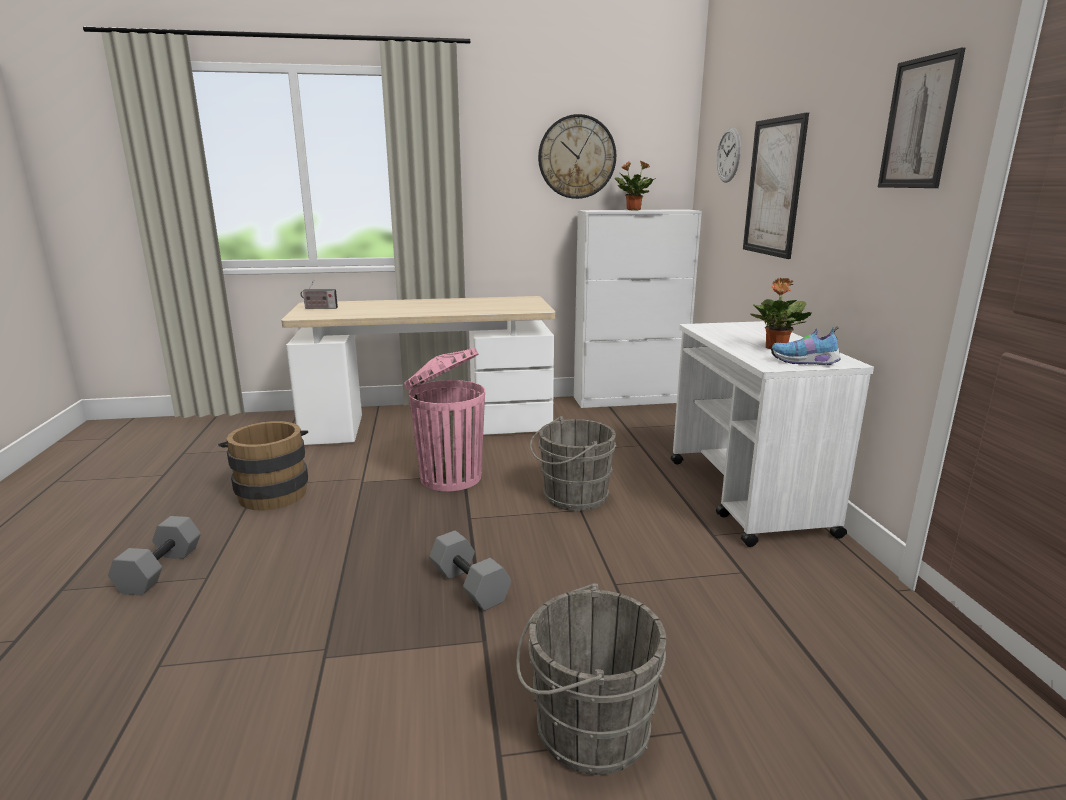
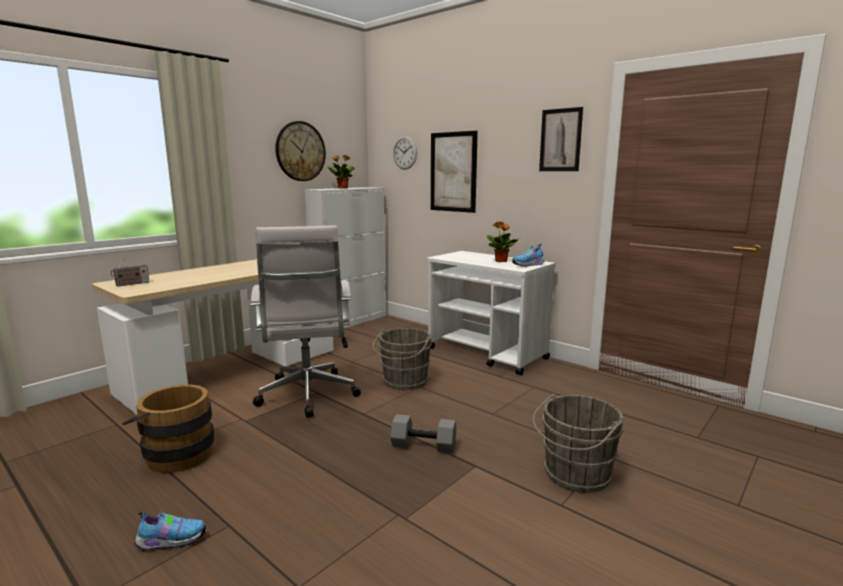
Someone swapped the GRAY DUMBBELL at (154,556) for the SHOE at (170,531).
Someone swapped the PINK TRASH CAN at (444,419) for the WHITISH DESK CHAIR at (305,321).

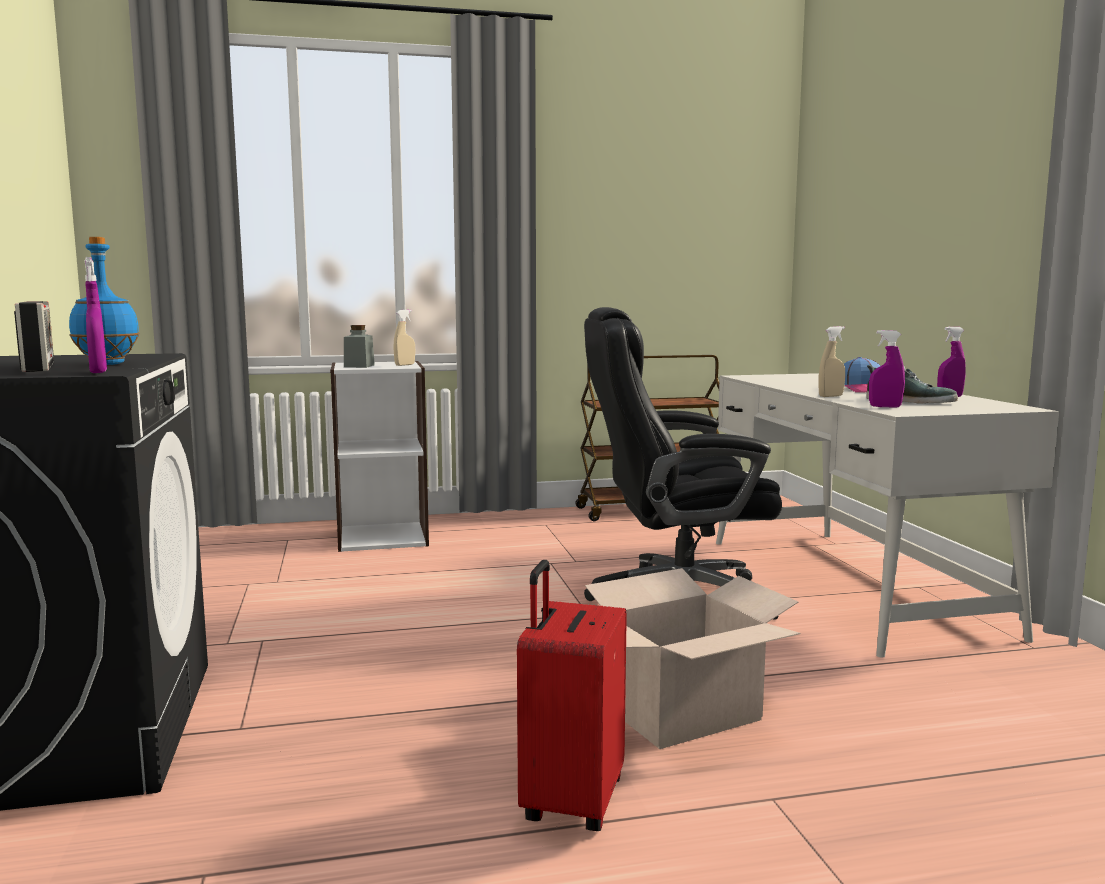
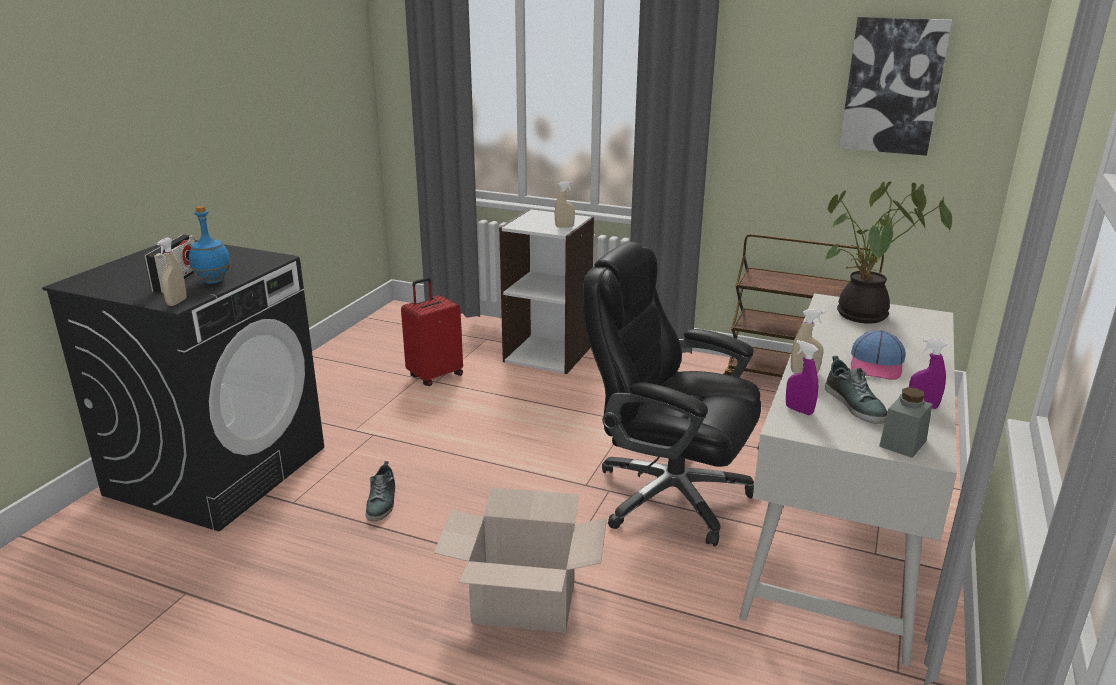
Someone repainted the PURPLE-COLOURED SPRAY BOTTLE at (95,315), which became the BEIGE SPRAY BOTTLE at (172,272).
Someone put down the SHOE at (380,491).
Someone carried the REDDISH SUITCASE from (572,695) to (432,332).
Someone put down the PLANT IN A POT at (888,253).
Someone put up the WALL ART at (895,86).
Someone carried the GRAY PRESERVE JAR from (359,346) to (906,422).

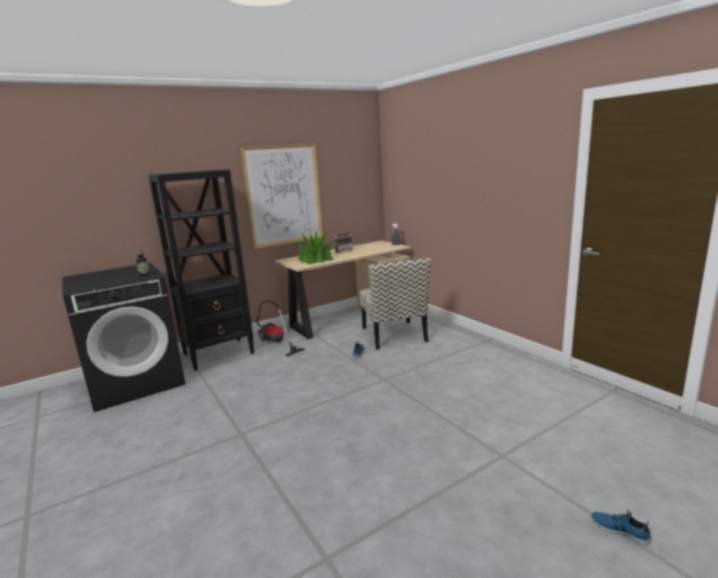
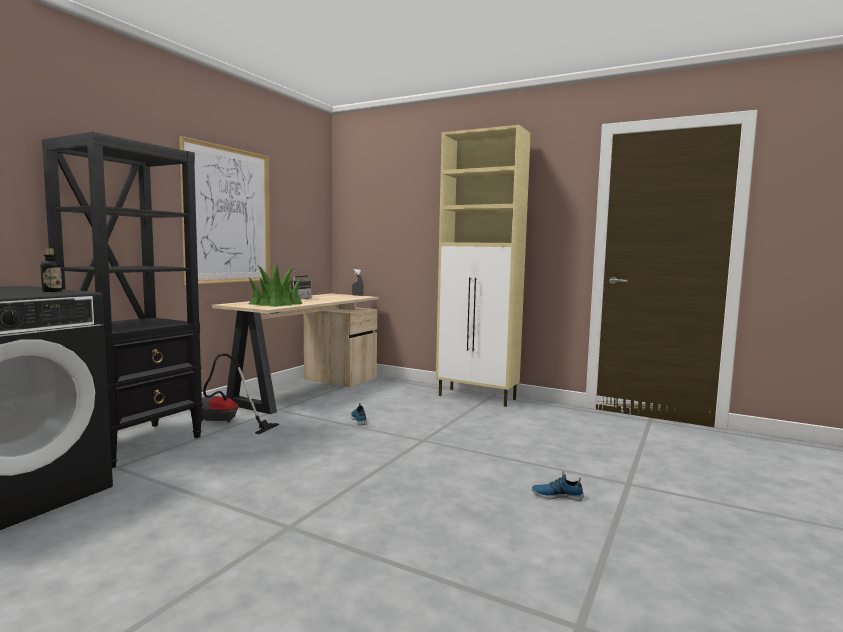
Someone put down the BEIGE STORAGE CABINET at (483,266).
Someone carried the SHOE from (621,527) to (558,486).
Someone took away the PLAIN CHAIR at (395,304).

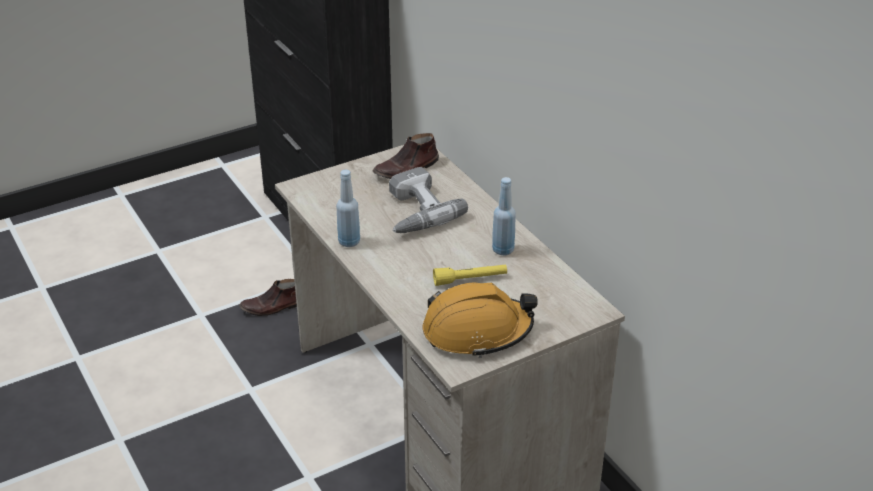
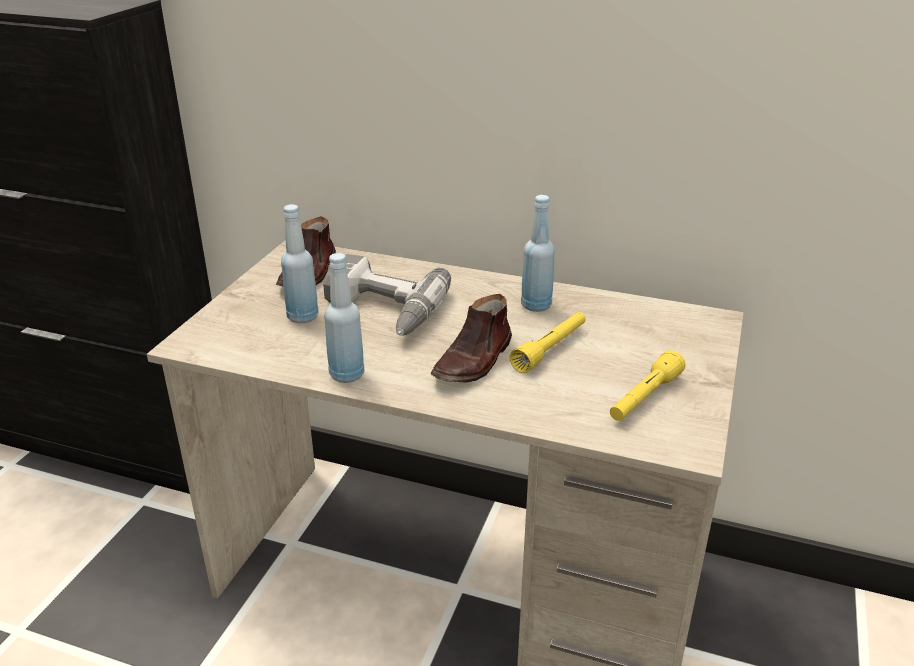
Someone put down the BLUE BEVERAGE BOTTLE at (300,263).
Someone carried the BROWNISH SHOE from (268,297) to (471,338).
Someone swapped the ORANGE-COLOURED SAFETY HELMET at (480,320) for the YELLOW-COLOURED FLASHLIGHT at (647,385).

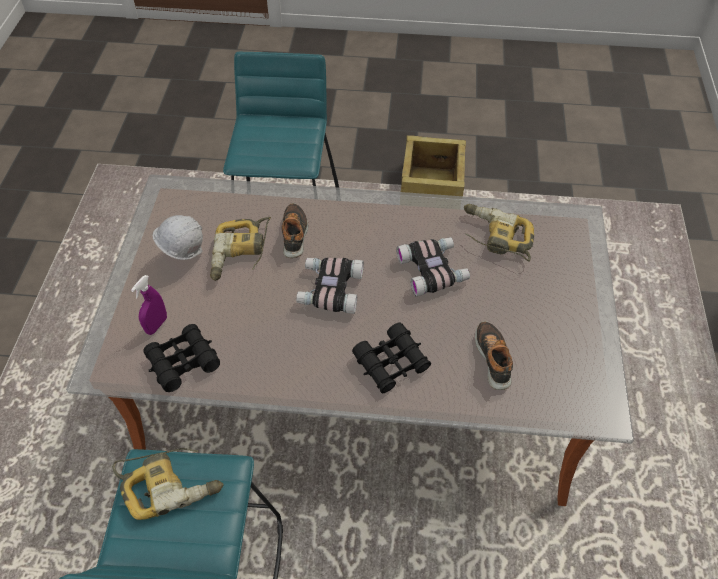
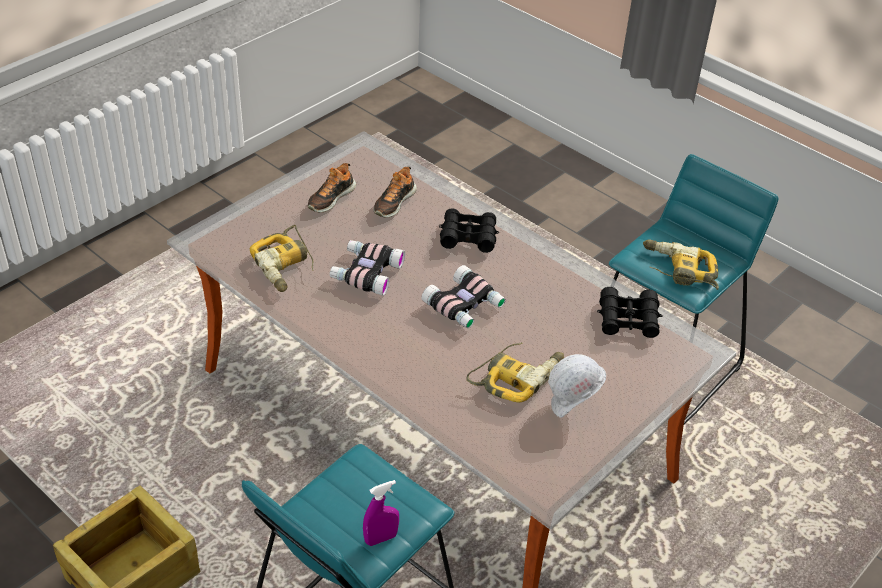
Someone carried the SHOE from (294,230) to (332,188).
Someone carried the PURPLE-COLOURED SPRAY BOTTLE from (149,305) to (381,513).

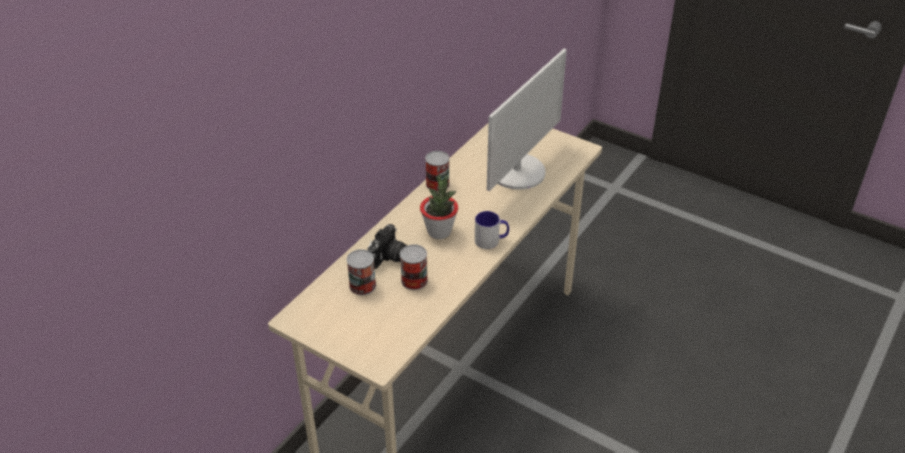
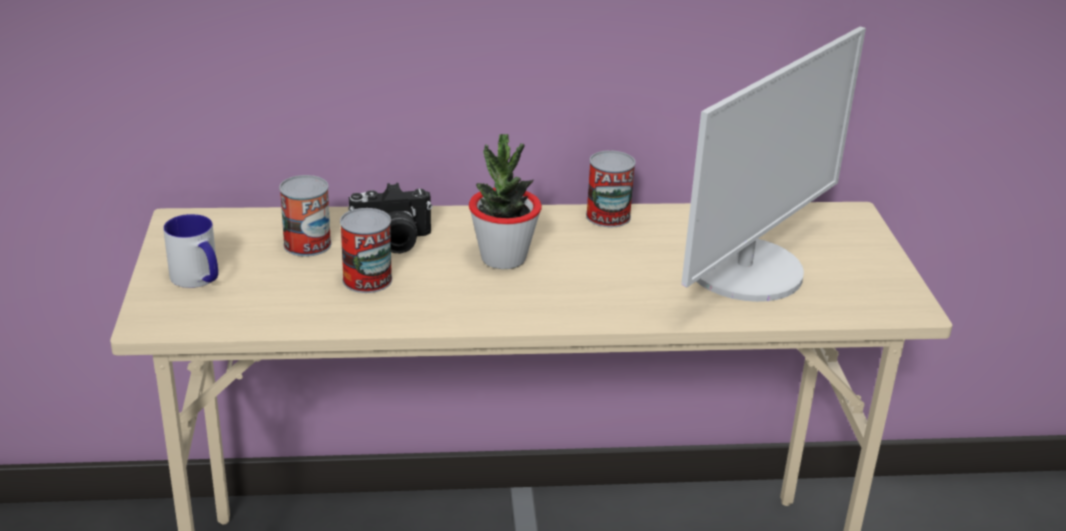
Someone carried the MUG from (492,230) to (190,251).
Someone rotated the COMPUTER DISPLAY at (527,120) by 45 degrees counterclockwise.

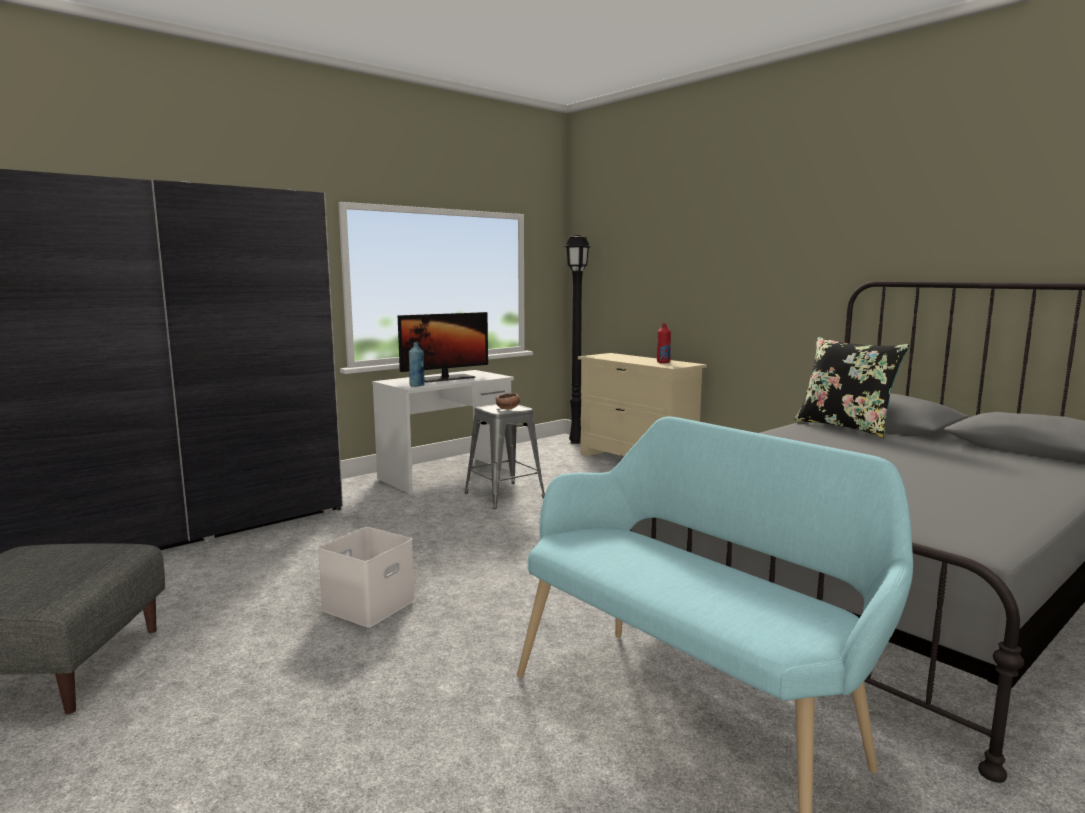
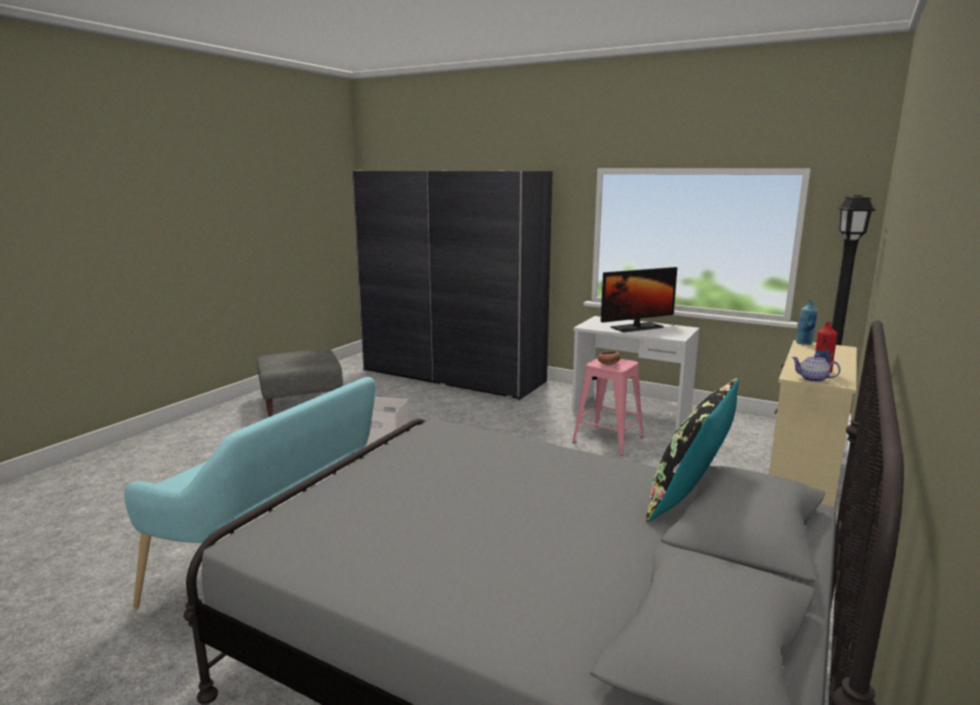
Someone repainted the GRAY STOOL at (505,456), which became the PINK STOOL at (608,407).
Someone rotated the COMPUTER DISPLAY at (443,347) by 60 degrees counterclockwise.
Someone put down the POT FOR TEA at (816,368).
Someone carried the BLUE BEVERAGE BOTTLE from (416,364) to (807,322).

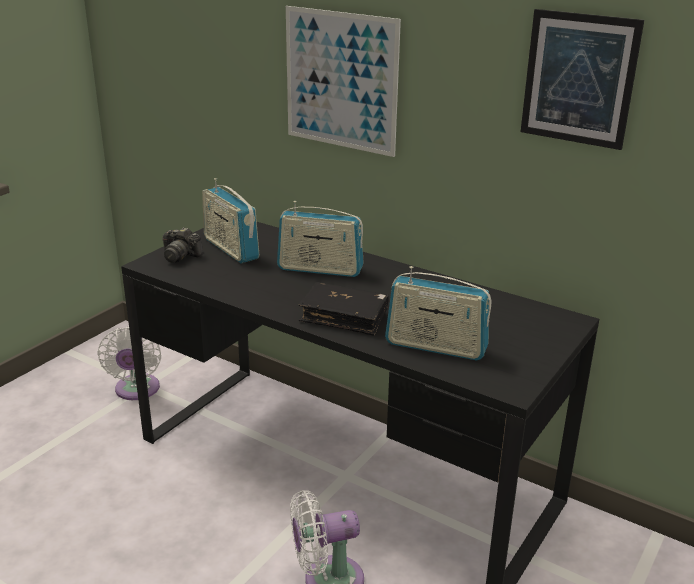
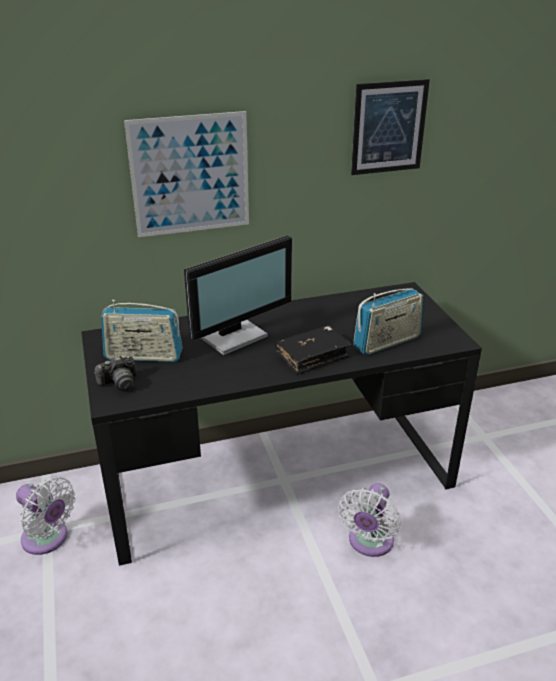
Someone swapped the RADIO RECEIVER at (320,239) for the COMPUTER DISPLAY at (238,295).

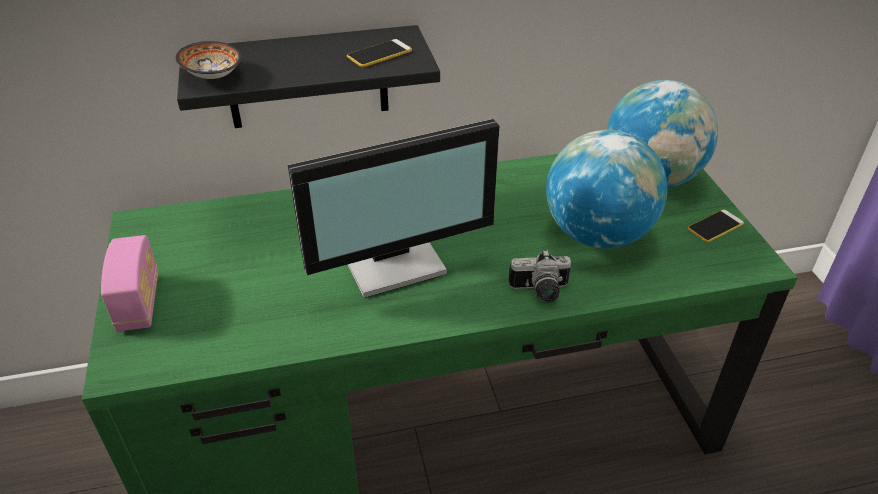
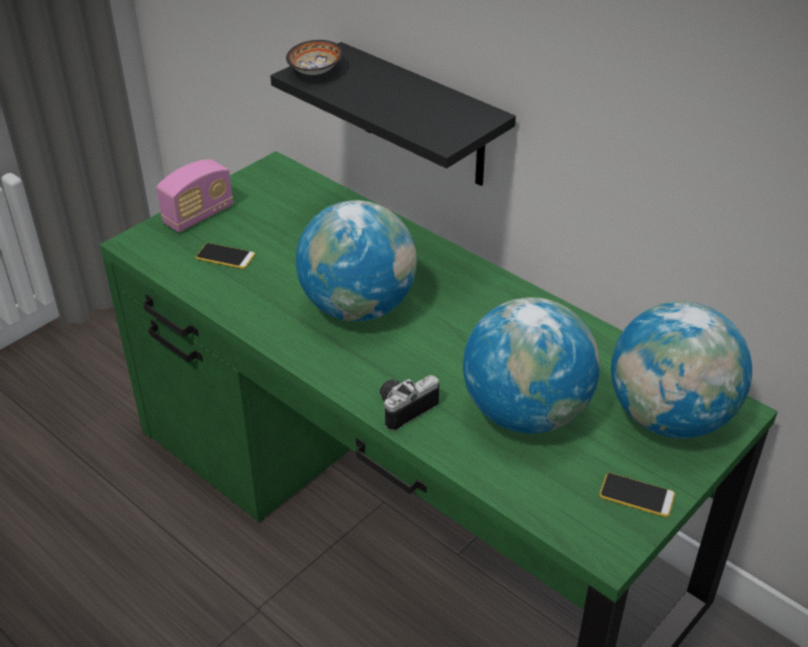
Someone carried the HANDSET from (379,53) to (225,256).
Someone swapped the COMPUTER DISPLAY at (393,208) for the DESK GLOBE at (356,260).
Someone rotated the STILL CAMERA at (540,276) by 90 degrees clockwise.

